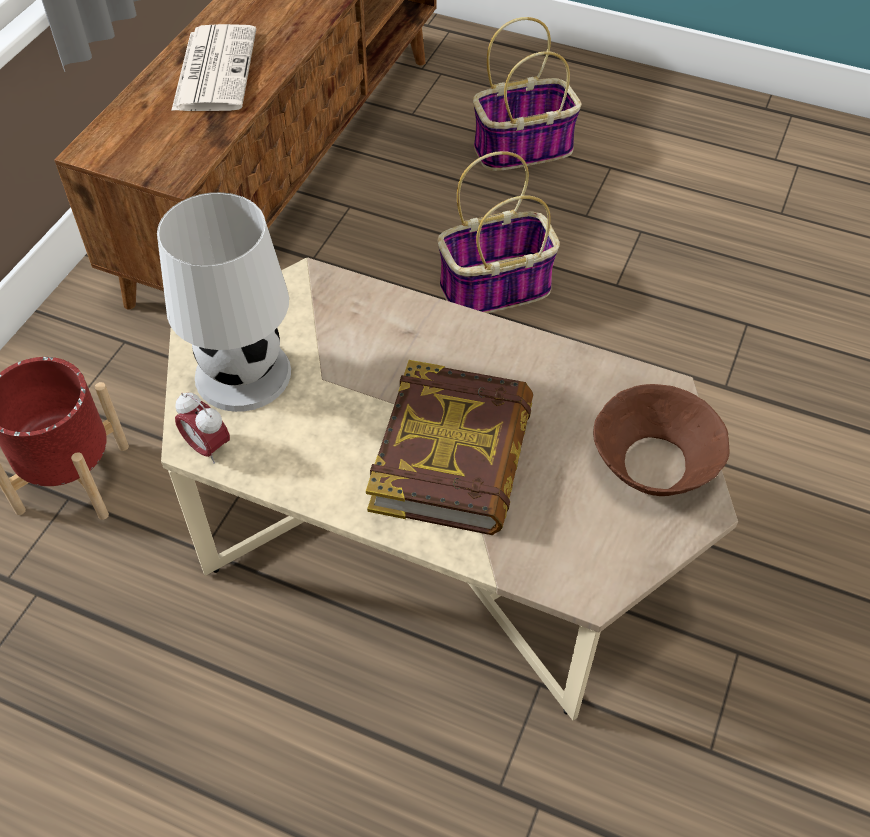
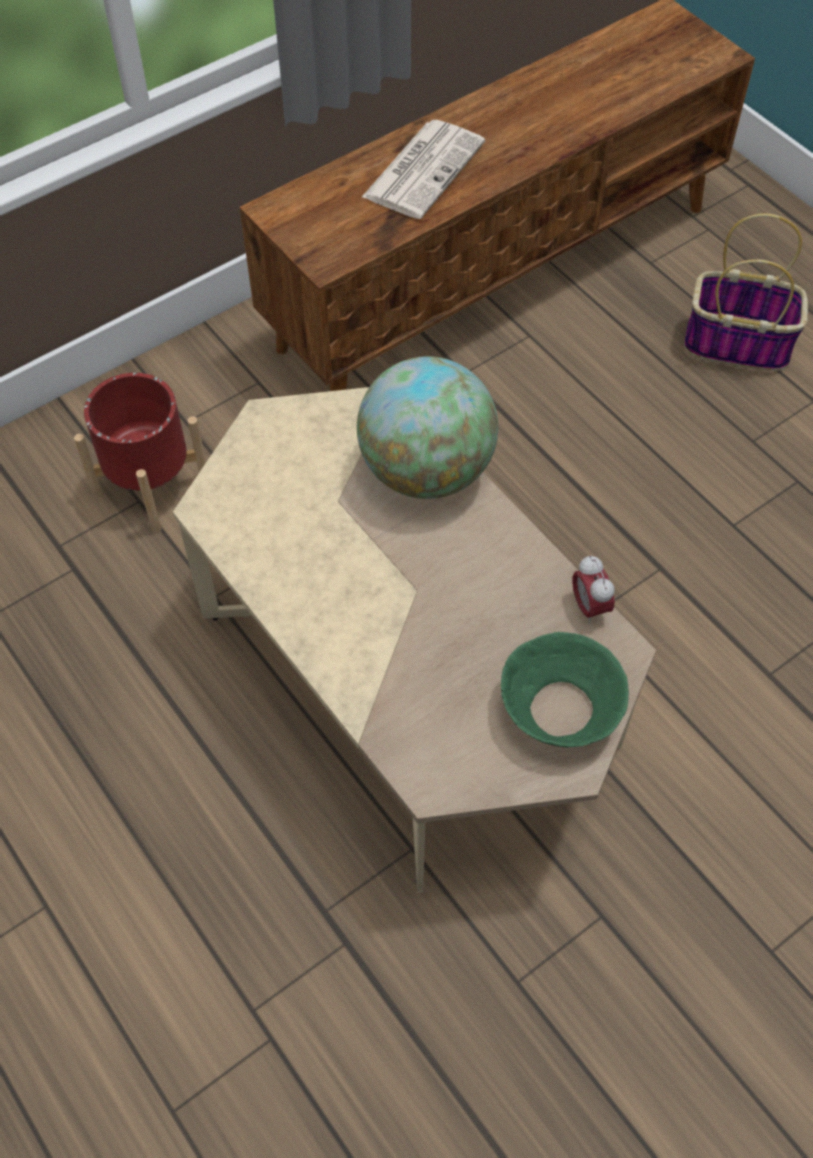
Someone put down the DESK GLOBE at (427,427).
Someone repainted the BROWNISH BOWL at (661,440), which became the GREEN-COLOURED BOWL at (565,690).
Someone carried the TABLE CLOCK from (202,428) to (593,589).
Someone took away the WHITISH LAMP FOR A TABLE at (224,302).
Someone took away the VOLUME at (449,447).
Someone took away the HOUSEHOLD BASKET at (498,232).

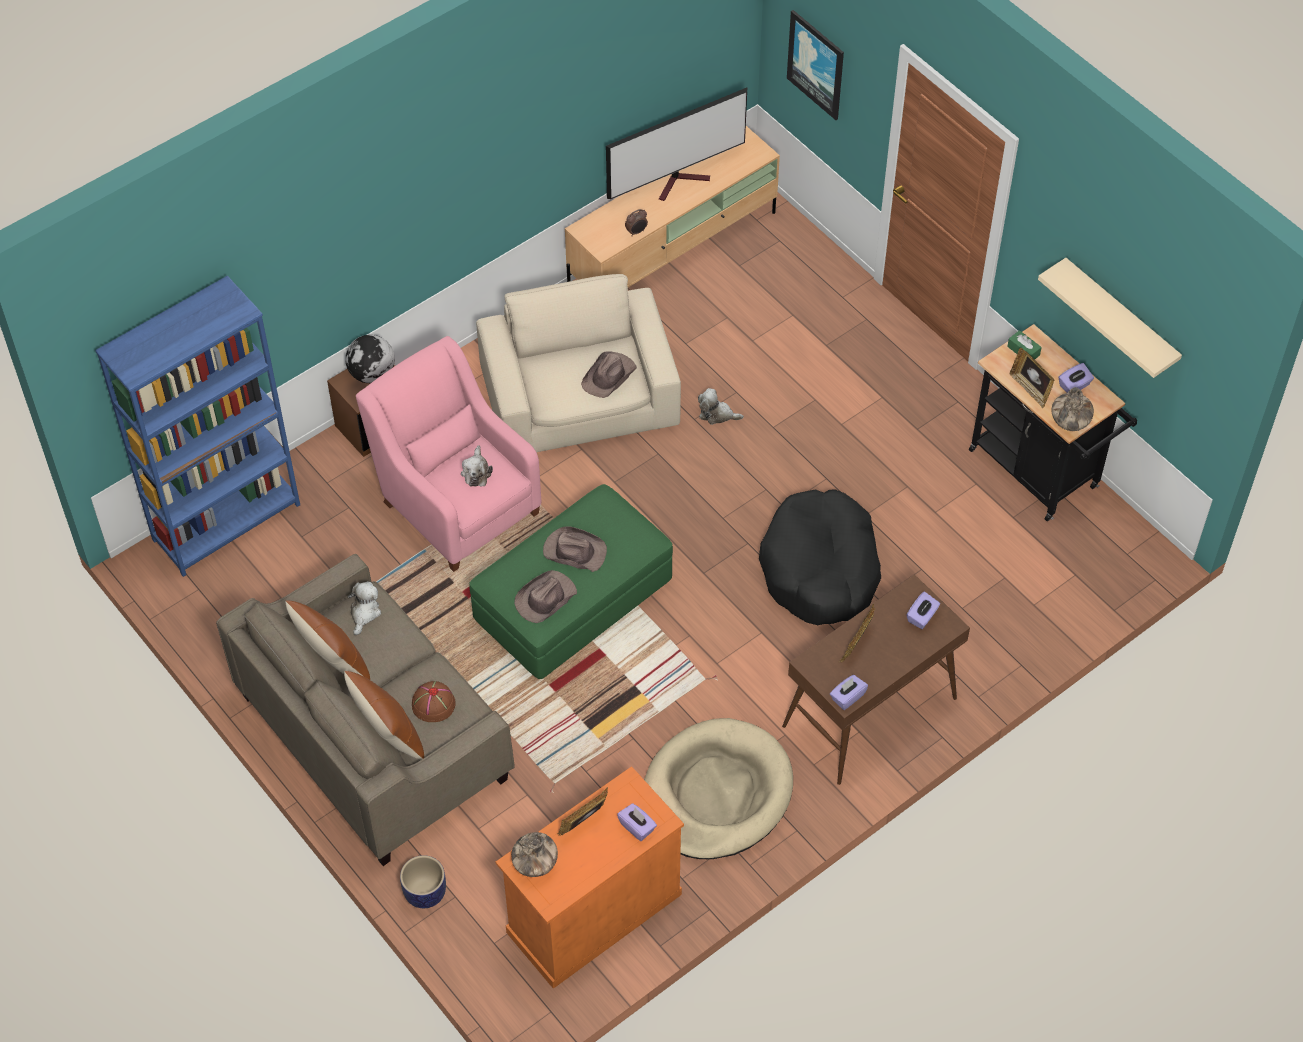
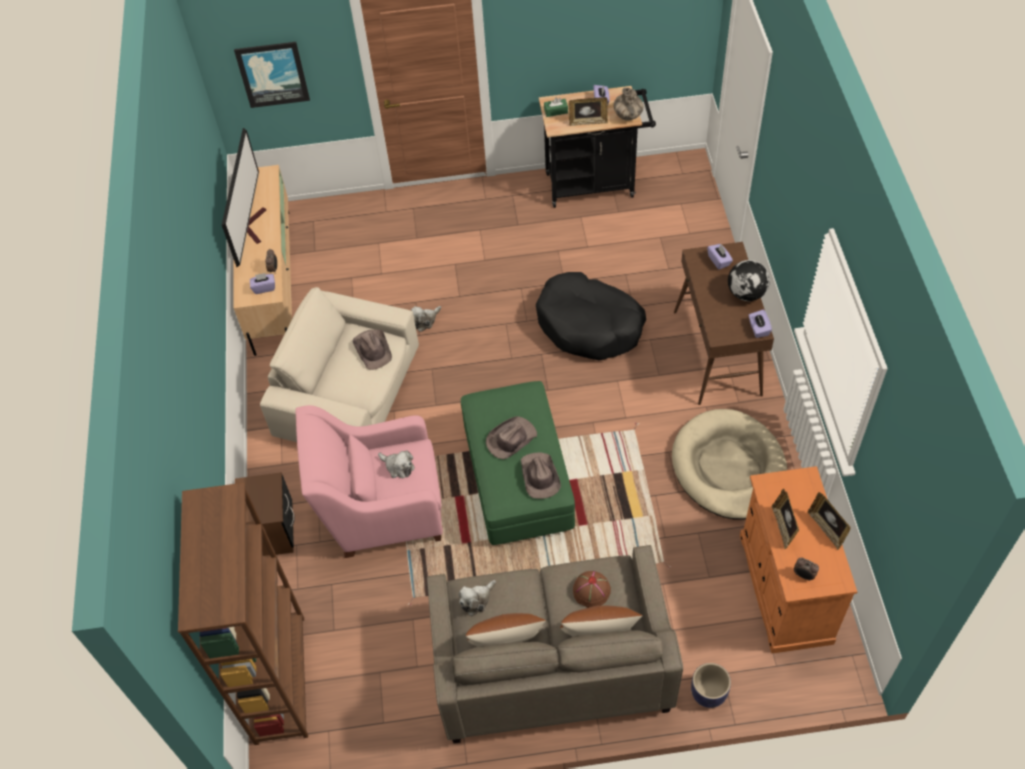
Someone repainted the BLUE BOOKCASE at (197,426), which became the BROWNISH BOOKCASE at (243,614).
Someone carried the PURPLE-COLOURED TISSUE BOX from (637,822) to (262,283).
Someone rotated the SOFT TOY at (364,608) by 90 degrees counterclockwise.
Someone carried the DESK GLOBE from (370,359) to (749,280).
Someone swapped the FLOWER VASE at (534,854) for the TABLE CLOCK at (806,569).
Someone carried the STANDING FRAME from (857,633) to (829,521).
Someone took away the BEIGE BRACKET SHELF at (1110,318).

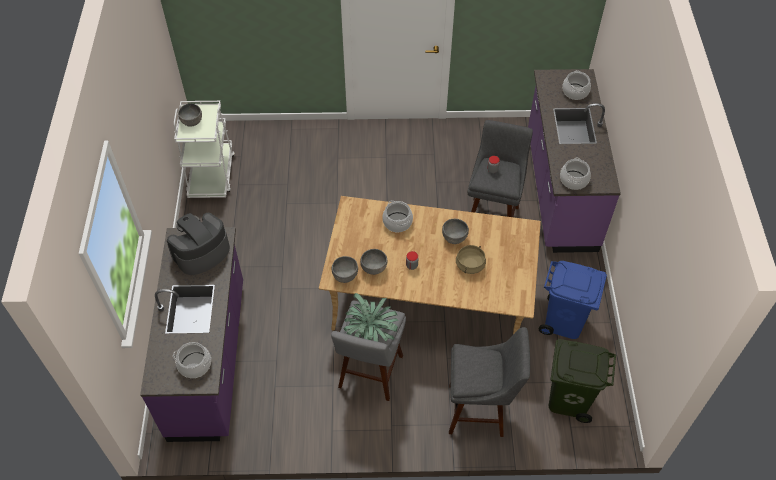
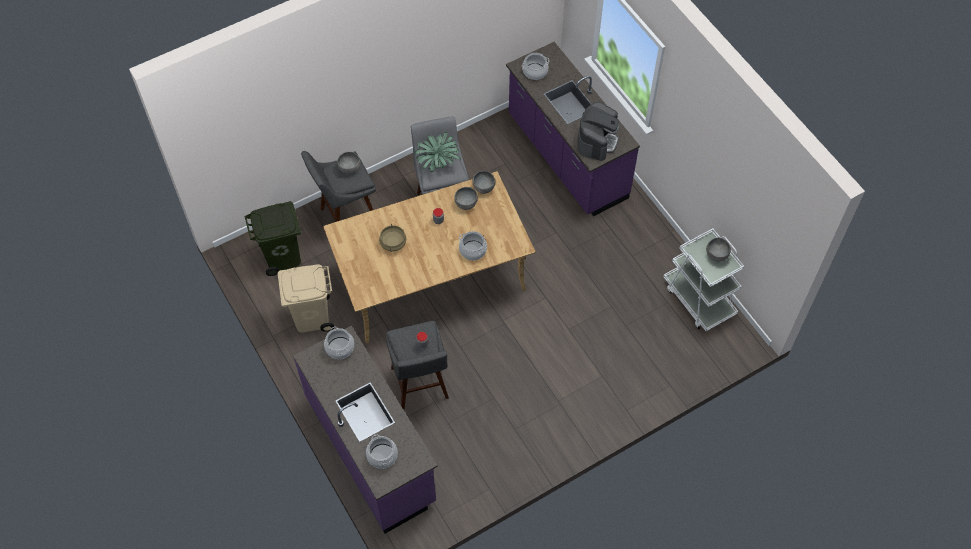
Someone repainted the BLUE TRASH CAN at (573,300), which became the BEIGE TRASH CAN at (305,298).
Someone carried the GRAY BOWL from (455,231) to (348,163).

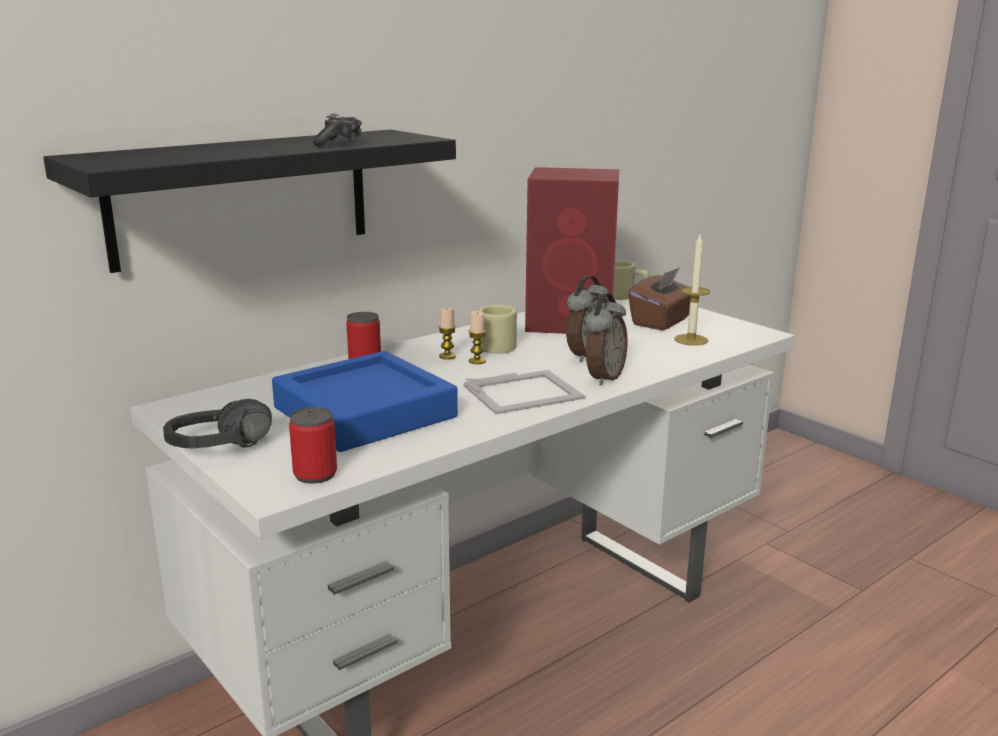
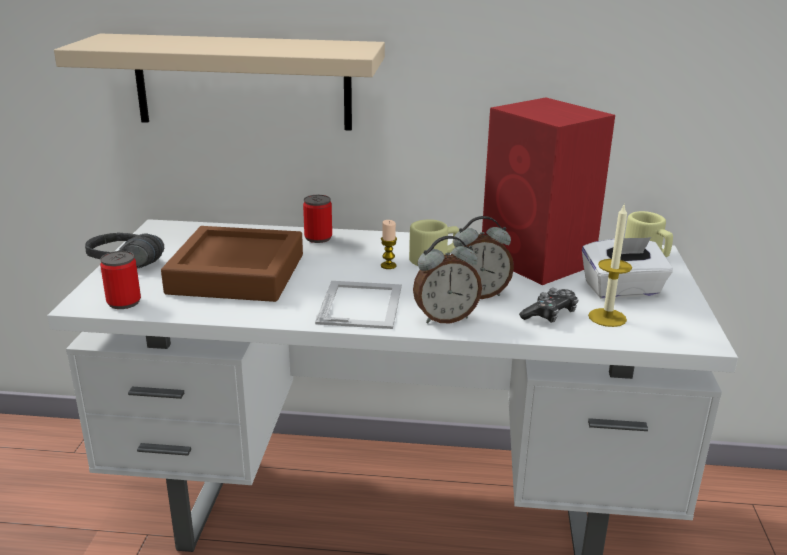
Someone repainted the BLACK BRACKET SHELF at (249,201), which became the BEIGE BRACKET SHELF at (219,82).
Someone repainted the BLUE TRAY at (365,401), which became the BROWNISH TRAY at (232,264).
Someone rotated the STANDING FRAME at (524,392) by 105 degrees counterclockwise.
Someone carried the GAMEPAD from (337,130) to (549,305).
Someone repainted the BROWNISH TISSUE BOX at (659,299), which became the WHITISH TISSUE BOX at (627,268).
Someone took away the WAX CANDLE at (447,334).

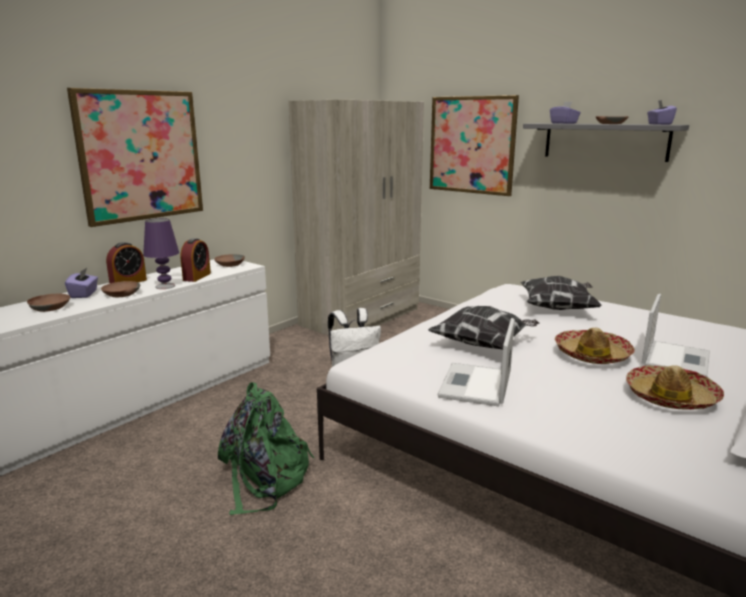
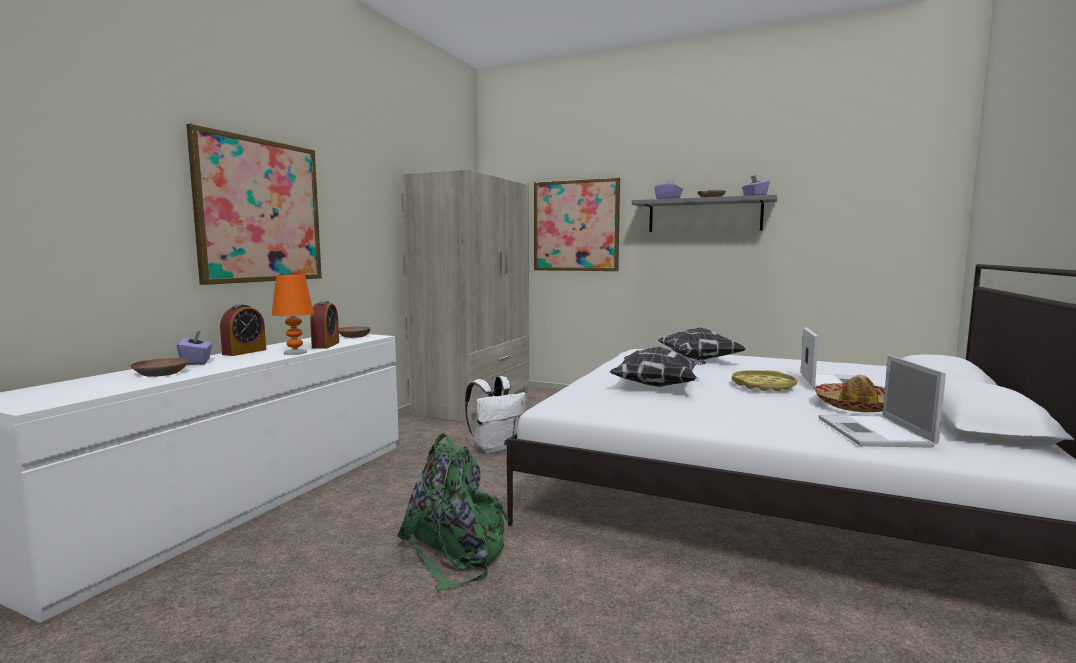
Someone repainted the PURPLE-COLOURED LAMP FOR A TABLE at (161,253), which became the ORANGE-COLOURED LAMP FOR A TABLE at (293,315).
Someone swapped the WEARABLE HAT at (595,346) for the YELLOW-COLOURED TRAY at (764,380).
Someone carried the PORTABLE COMPUTER from (476,362) to (882,401).
Someone took away the BROWNISH BOWL at (120,289).

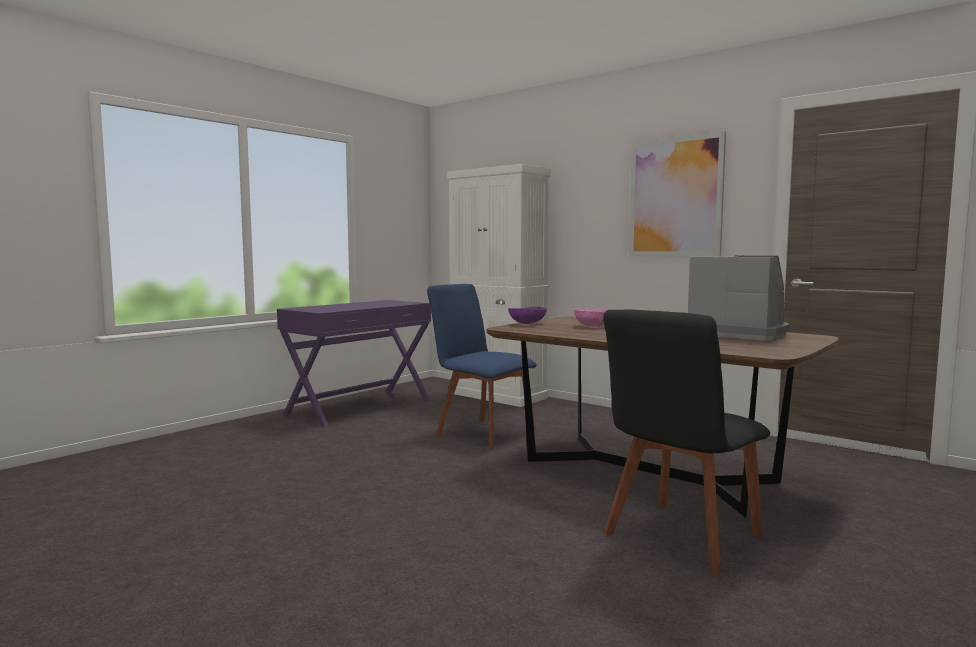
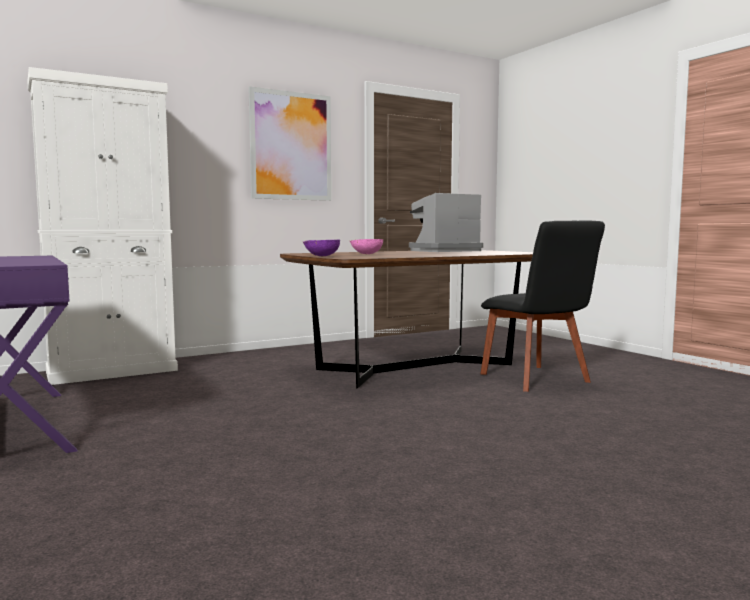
Someone took away the BLUE PLAIN CHAIR at (481,366).

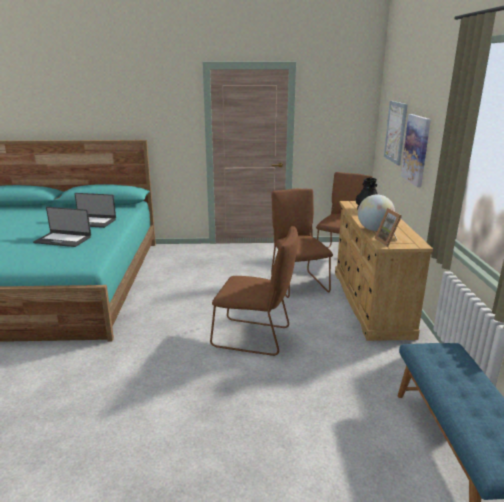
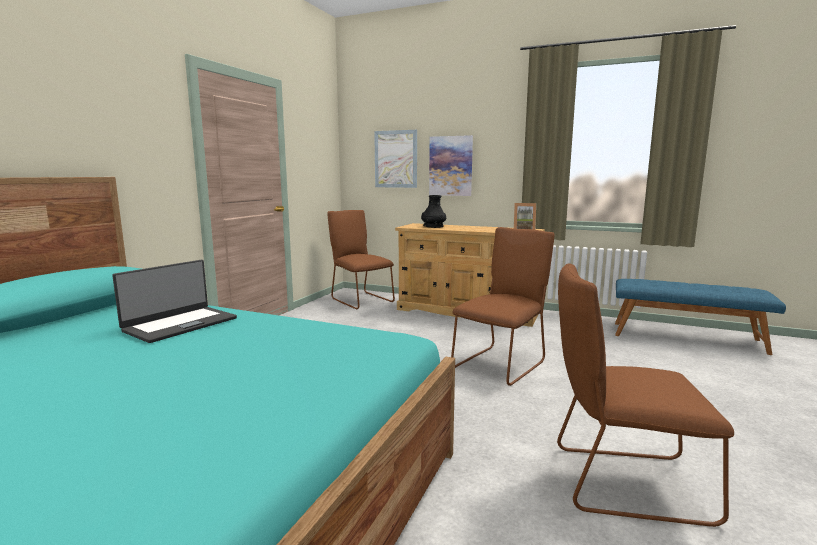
Someone carried the BROWNISH PLAIN CHAIR from (302,243) to (645,395).
Someone took away the PORTABLE COMPUTER at (62,227).
Someone took away the DESK GLOBE at (376,213).

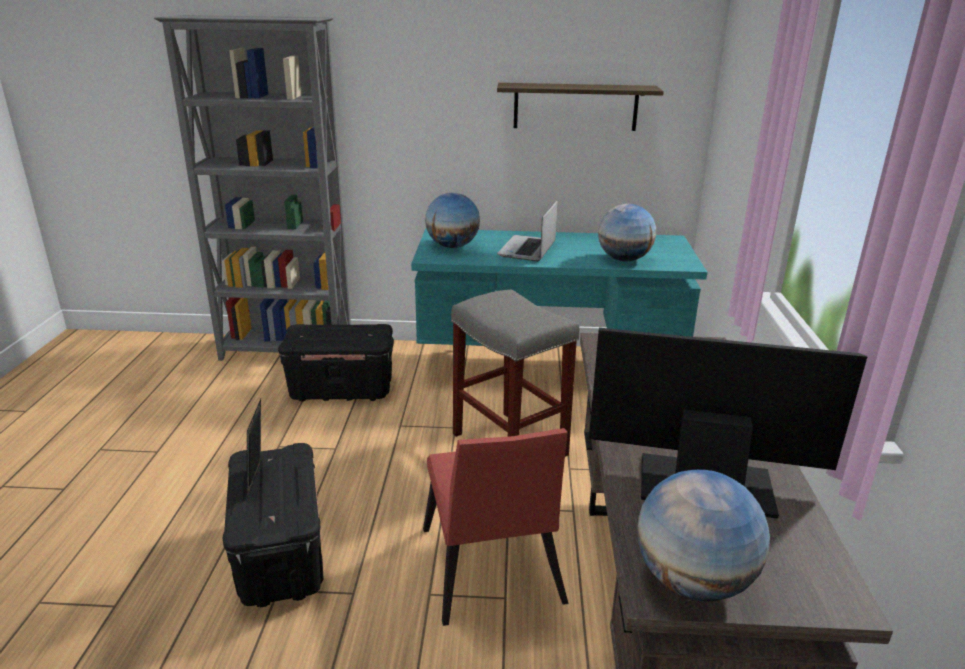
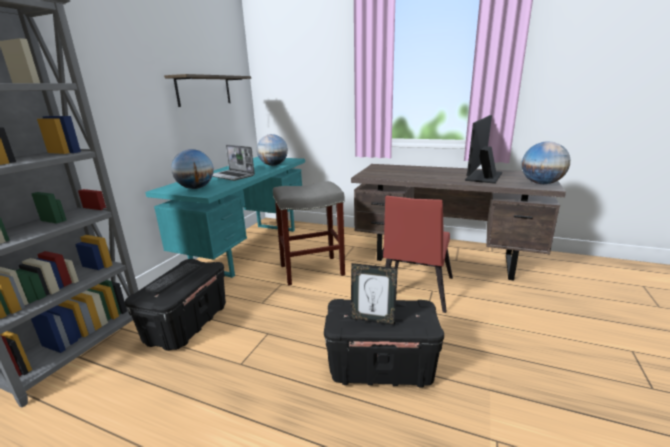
Someone put down the COMPUTER KEYBOARD at (172,278).
Someone rotated the REDDISH PLAIN CHAIR at (495,527) by 105 degrees clockwise.

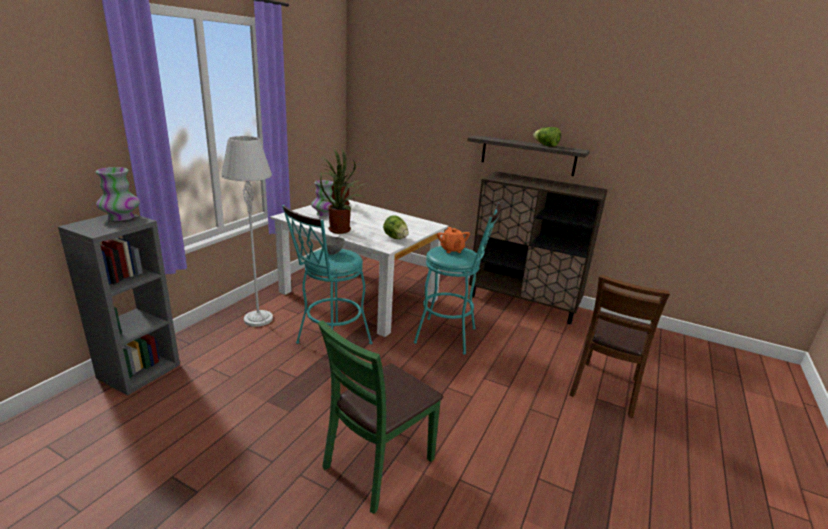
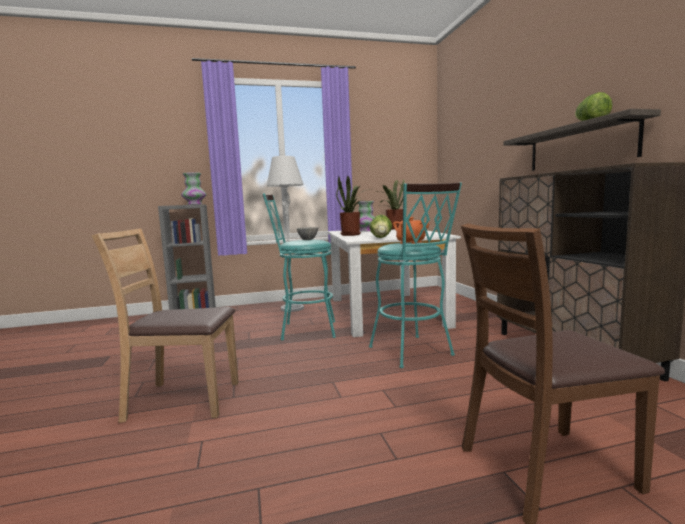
Someone repainted the GREEN-COLOURED PLAIN CHAIR at (380,417), which became the BROWNISH PLAIN CHAIR at (165,326).

